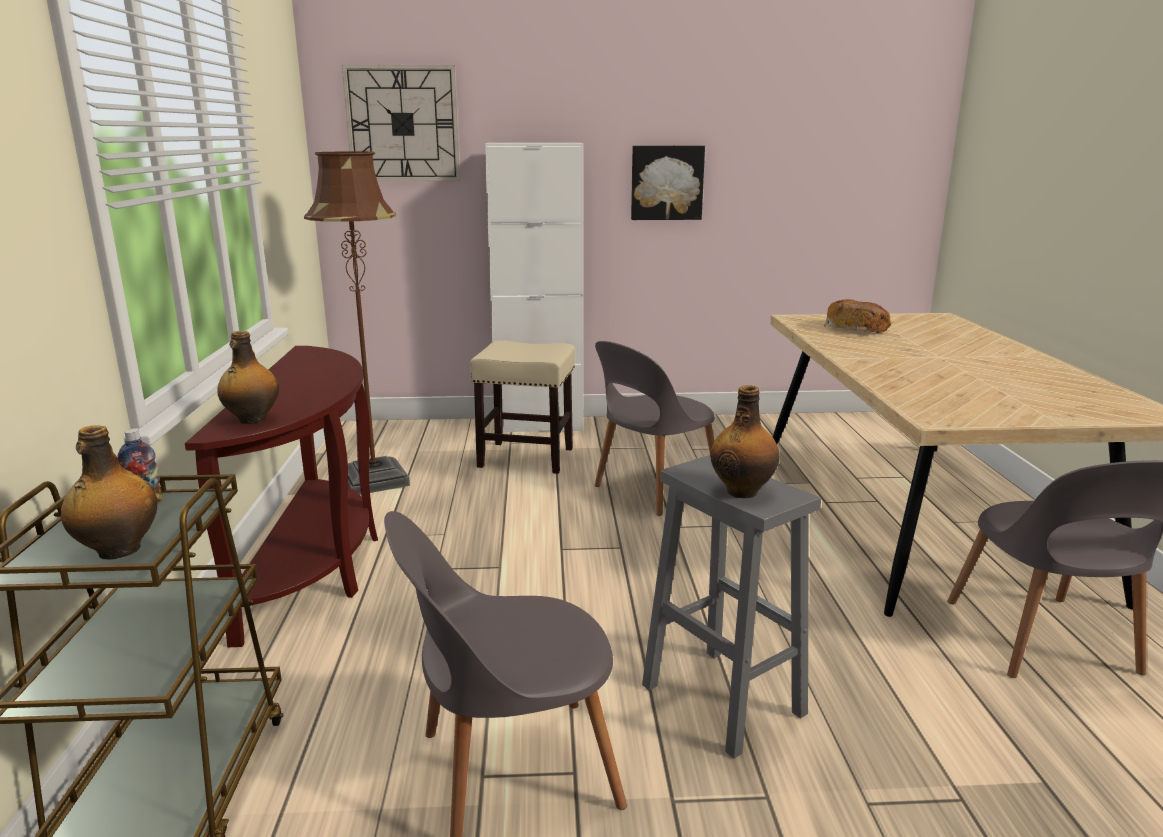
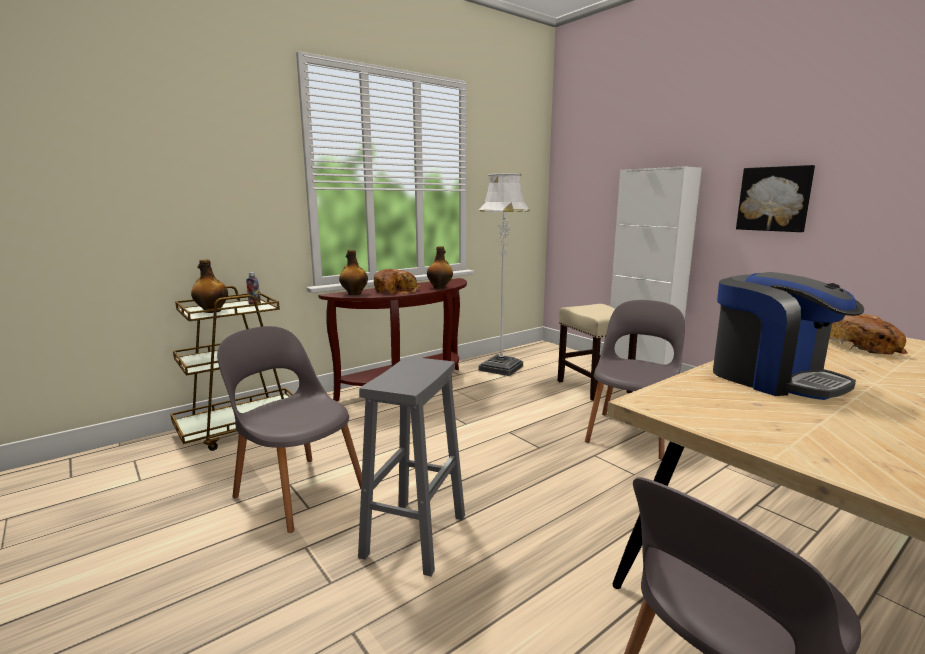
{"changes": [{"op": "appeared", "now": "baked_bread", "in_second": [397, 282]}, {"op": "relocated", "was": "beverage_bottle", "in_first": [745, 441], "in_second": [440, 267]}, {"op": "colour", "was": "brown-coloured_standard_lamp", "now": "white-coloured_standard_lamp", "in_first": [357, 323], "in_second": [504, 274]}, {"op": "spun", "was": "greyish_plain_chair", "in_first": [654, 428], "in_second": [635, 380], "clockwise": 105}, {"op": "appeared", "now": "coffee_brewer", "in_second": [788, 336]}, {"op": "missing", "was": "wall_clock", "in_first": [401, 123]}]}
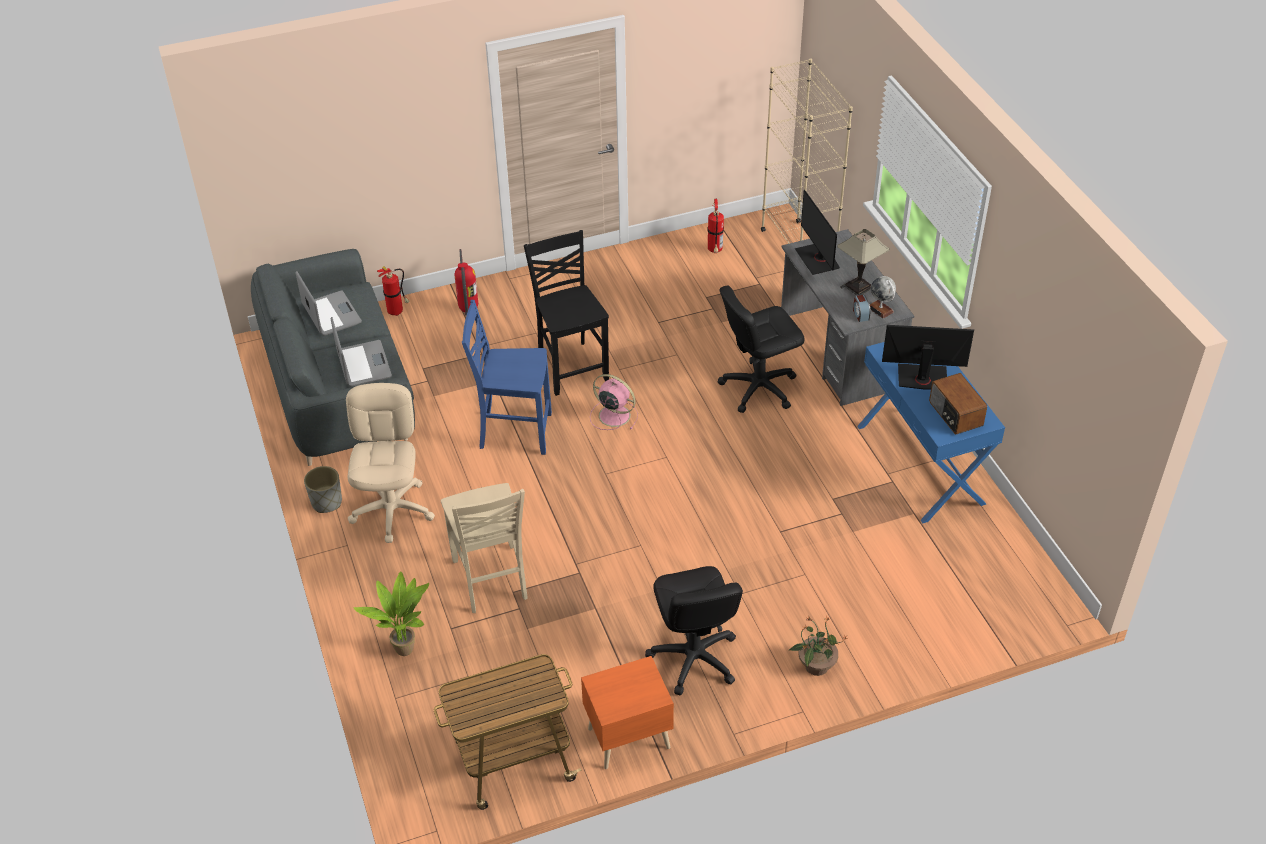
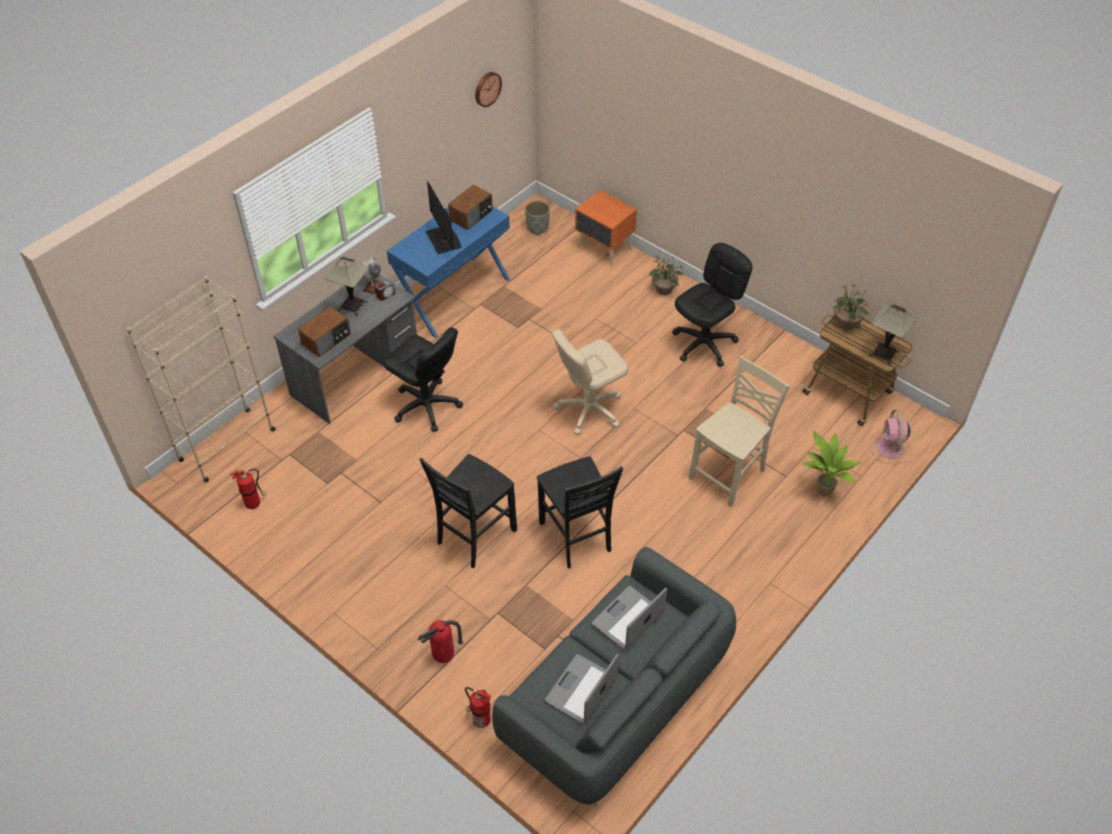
{"changes": [{"op": "exchanged", "was": "monitor", "now": "radio_receiver", "in_first": [817, 232], "in_second": [324, 332]}, {"op": "appeared", "now": "wall_clock", "in_second": [488, 89]}, {"op": "relocated", "was": "greyish_planter", "in_first": [323, 489], "in_second": [537, 218]}, {"op": "colour", "was": "blue_plain_chair", "now": "black-coloured_plain_chair", "in_first": [507, 377], "in_second": [580, 512]}, {"op": "relocated", "was": "beige_computer_chair", "in_first": [390, 463], "in_second": [590, 382]}, {"op": "relocated", "was": "orangey_bedside_table", "in_first": [627, 712], "in_second": [606, 228]}, {"op": "appeared", "now": "houseplant", "in_second": [852, 306]}, {"op": "appeared", "now": "table_lamp", "in_second": [892, 334]}, {"op": "relocated", "was": "pink_fan", "in_first": [614, 402], "in_second": [891, 437]}]}
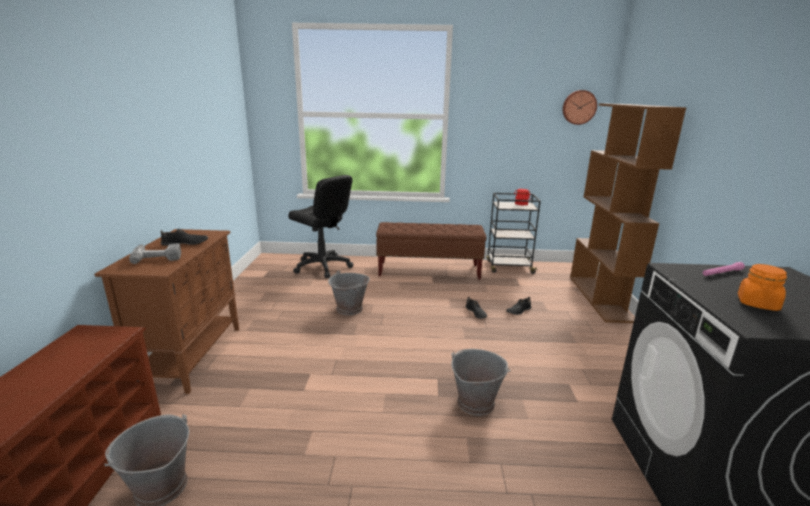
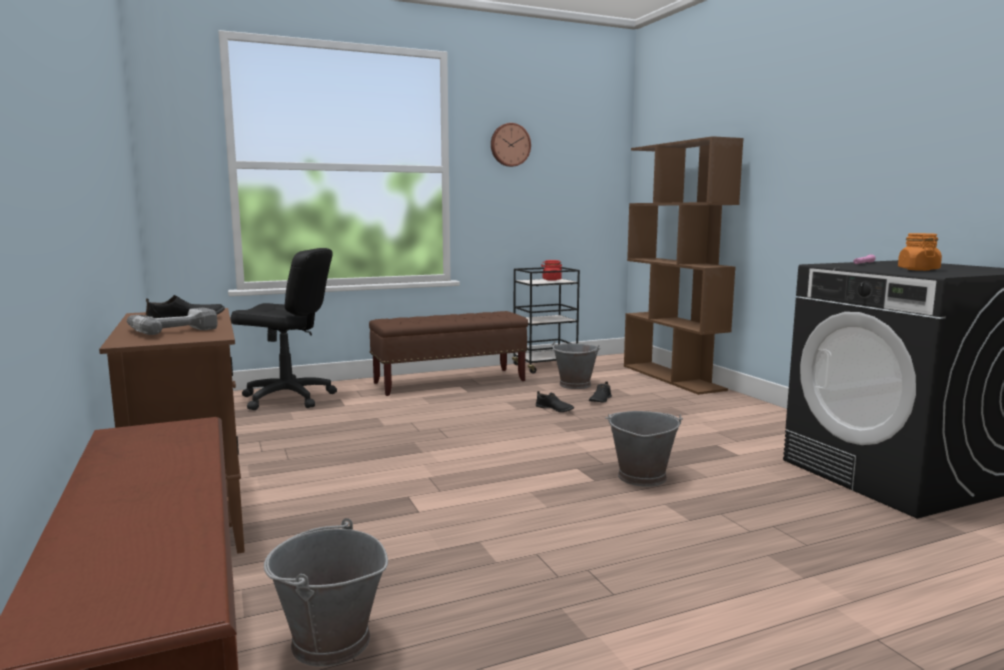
{"changes": [{"op": "relocated", "was": "wall_clock", "in_first": [580, 107], "in_second": [511, 145]}, {"op": "relocated", "was": "greyish_pail", "in_first": [349, 292], "in_second": [576, 365]}]}
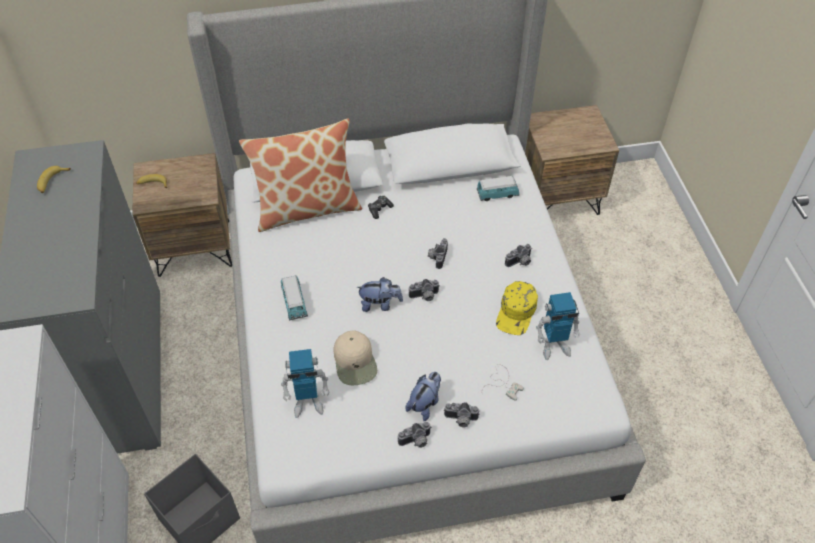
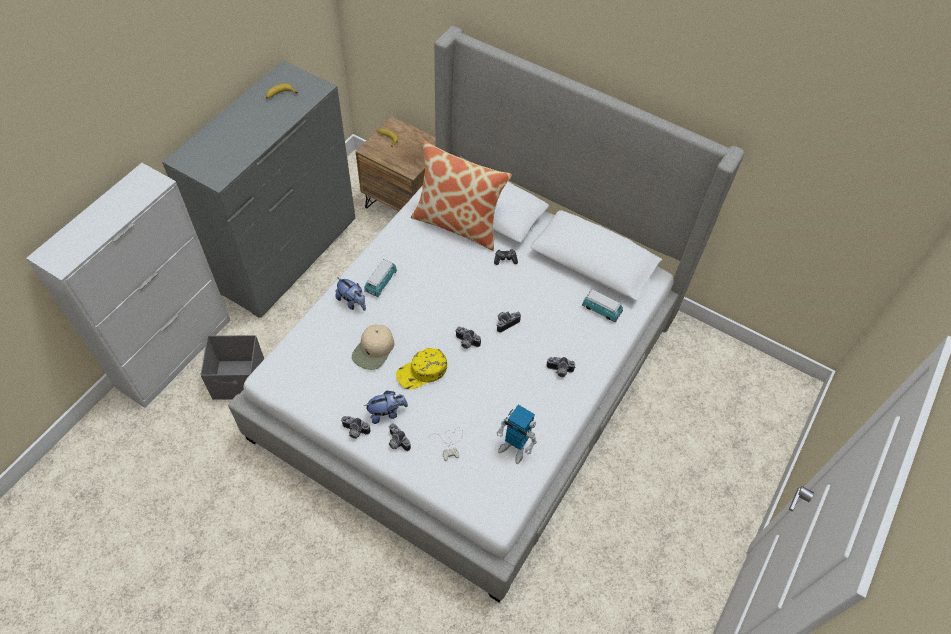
{"changes": [{"op": "relocated", "was": "soft_toy", "in_first": [379, 294], "in_second": [350, 294]}, {"op": "relocated", "was": "yellowish_baseball_cap", "in_first": [517, 308], "in_second": [421, 369]}, {"op": "missing", "was": "robot_figure", "in_first": [305, 383]}, {"op": "missing", "was": "brown-coloured_bedside_table", "in_first": [572, 160]}]}
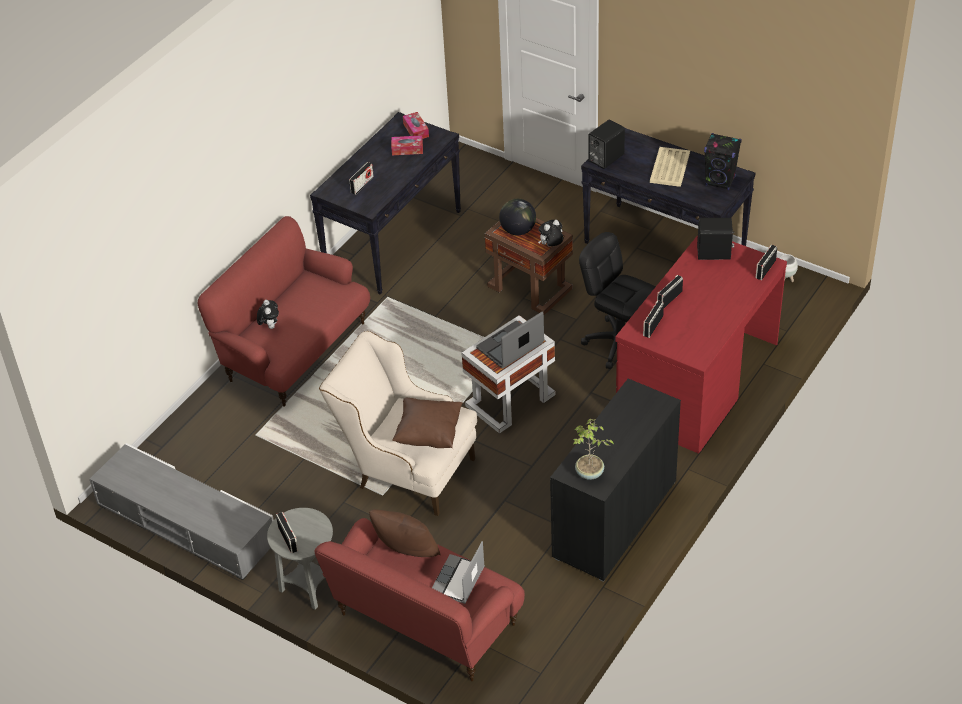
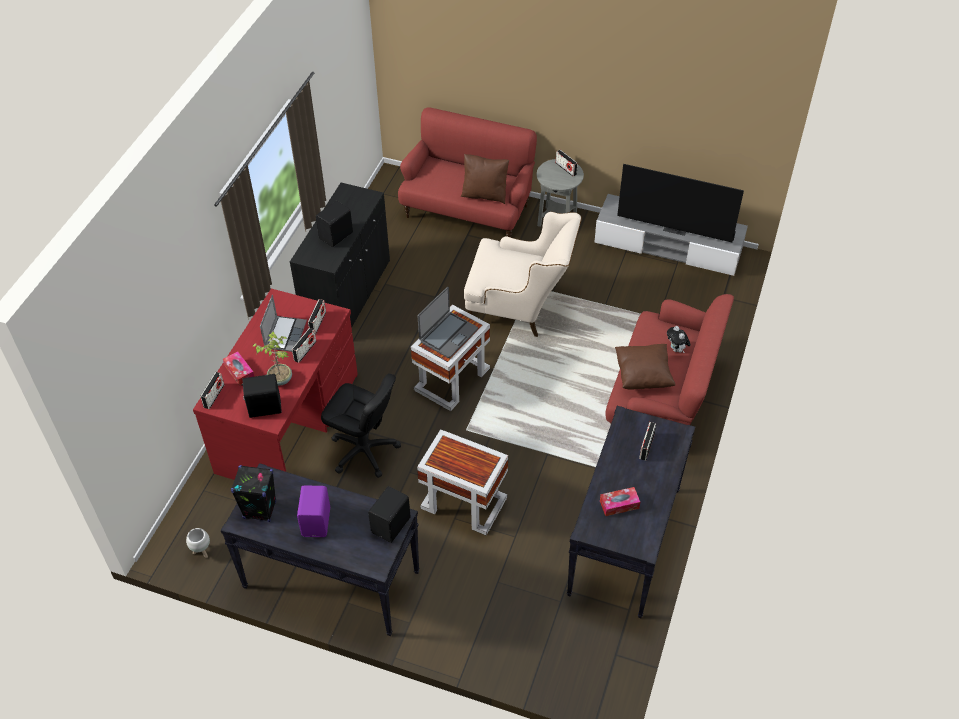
{"changes": [{"op": "relocated", "was": "tissue_holder", "in_first": [416, 125], "in_second": [239, 369]}, {"op": "relocated", "was": "houseplant", "in_first": [593, 449], "in_second": [272, 359]}, {"op": "relocated", "was": "laptop", "in_first": [458, 572], "in_second": [283, 323]}, {"op": "exchanged", "was": "beige_tray", "now": "purple-coloured_audio_speaker", "in_first": [670, 167], "in_second": [313, 511]}, {"op": "appeared", "now": "black-coloured_audio_speaker", "in_second": [334, 224]}, {"op": "colour", "was": "brown-coloured_accent_table", "now": "white-coloured_accent_table", "in_first": [529, 266], "in_second": [462, 482]}, {"op": "relocated", "was": "brown-coloured_cushion", "in_first": [427, 423], "in_second": [645, 366]}, {"op": "appeared", "now": "television", "in_second": [680, 203]}, {"op": "missing", "was": "desk_globe", "in_first": [517, 217]}, {"op": "missing", "was": "soft_toy", "in_first": [551, 233]}]}
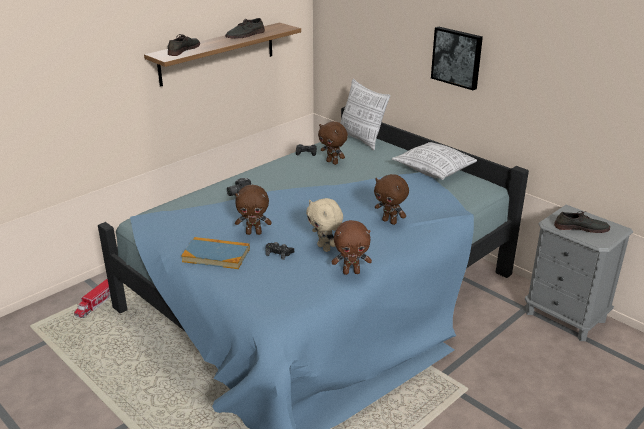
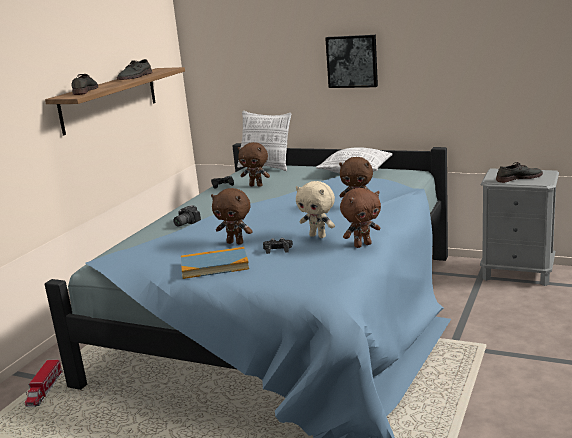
{"changes": [{"op": "spun", "was": "brown-coloured_soft_toy", "in_first": [253, 210], "in_second": [232, 216], "clockwise": 45}]}
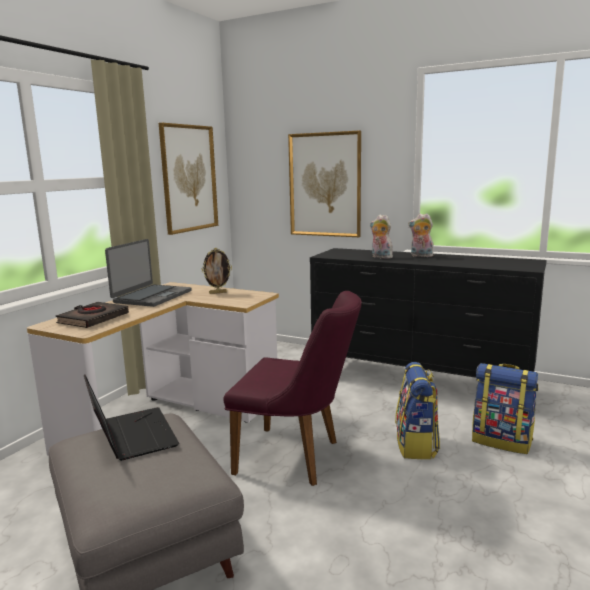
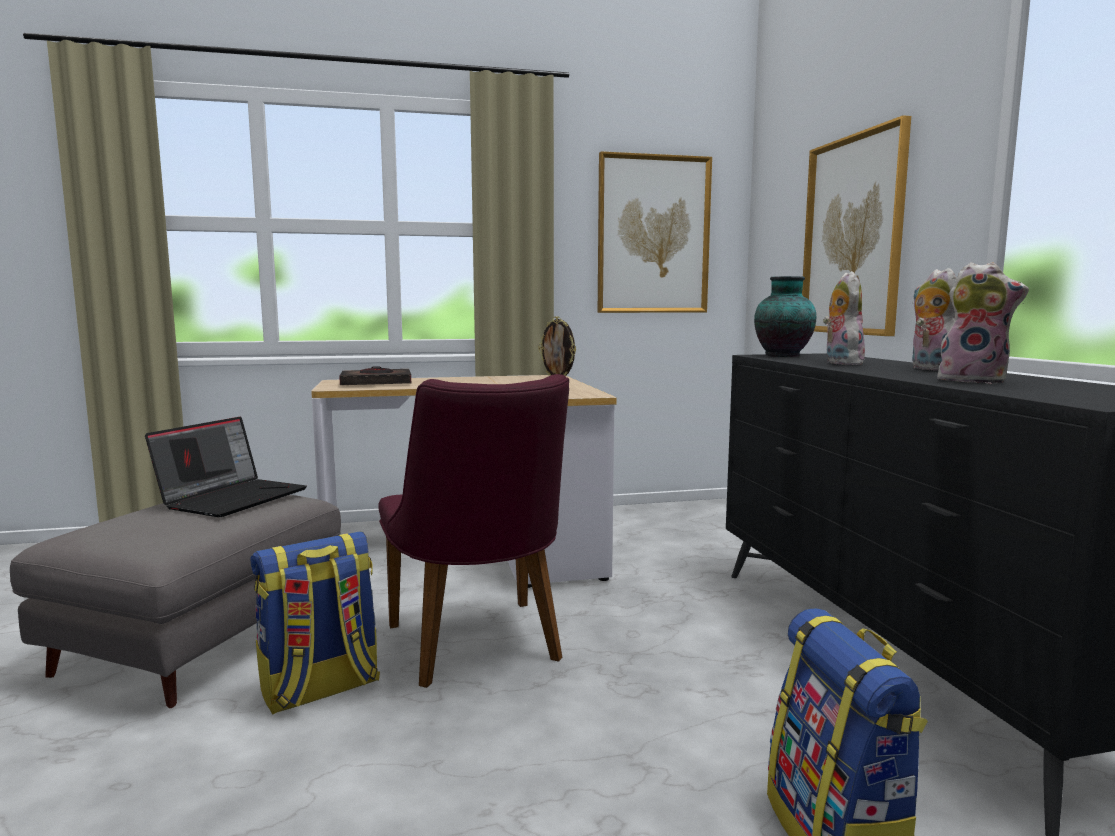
{"changes": [{"op": "relocated", "was": "backpack", "in_first": [417, 410], "in_second": [315, 623]}, {"op": "appeared", "now": "vase", "in_second": [785, 316]}, {"op": "appeared", "now": "soft_toy", "in_second": [983, 322]}, {"op": "missing", "was": "laptop", "in_first": [148, 273]}]}
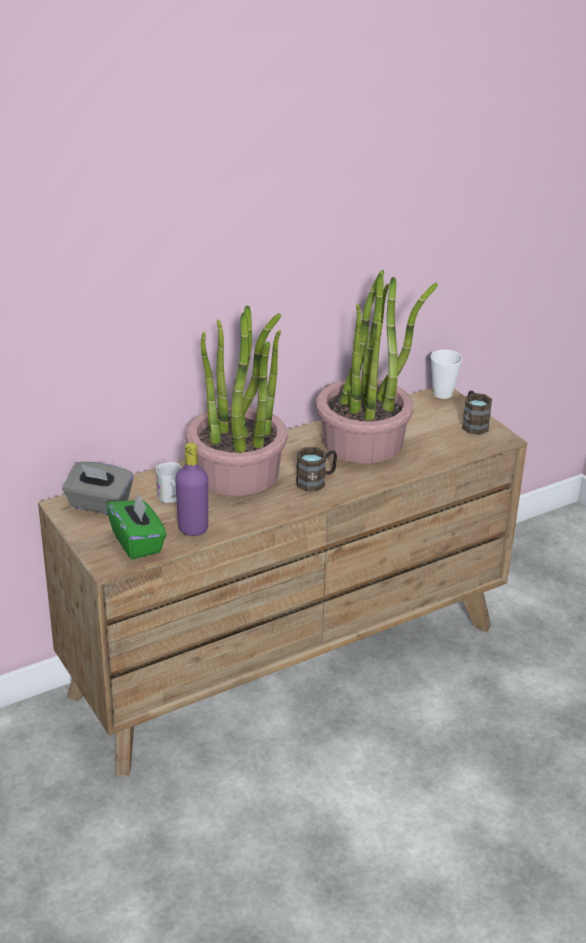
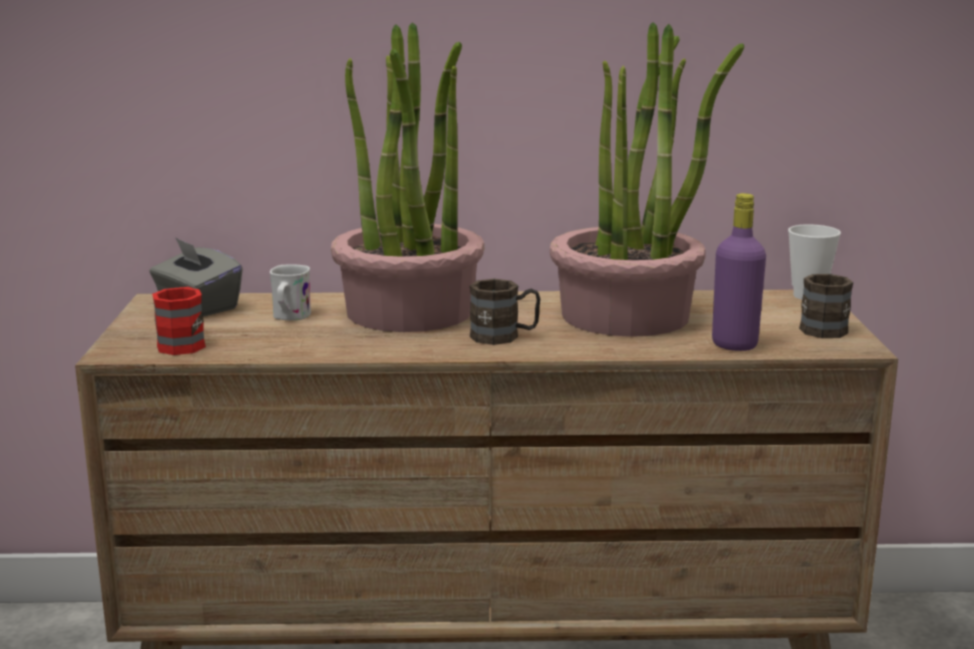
{"changes": [{"op": "exchanged", "was": "green_tissue_holder", "now": "reddish_coffee_mug", "in_first": [136, 526], "in_second": [179, 321]}, {"op": "relocated", "was": "purple-coloured_beverage_bottle", "in_first": [191, 489], "in_second": [739, 272]}]}
